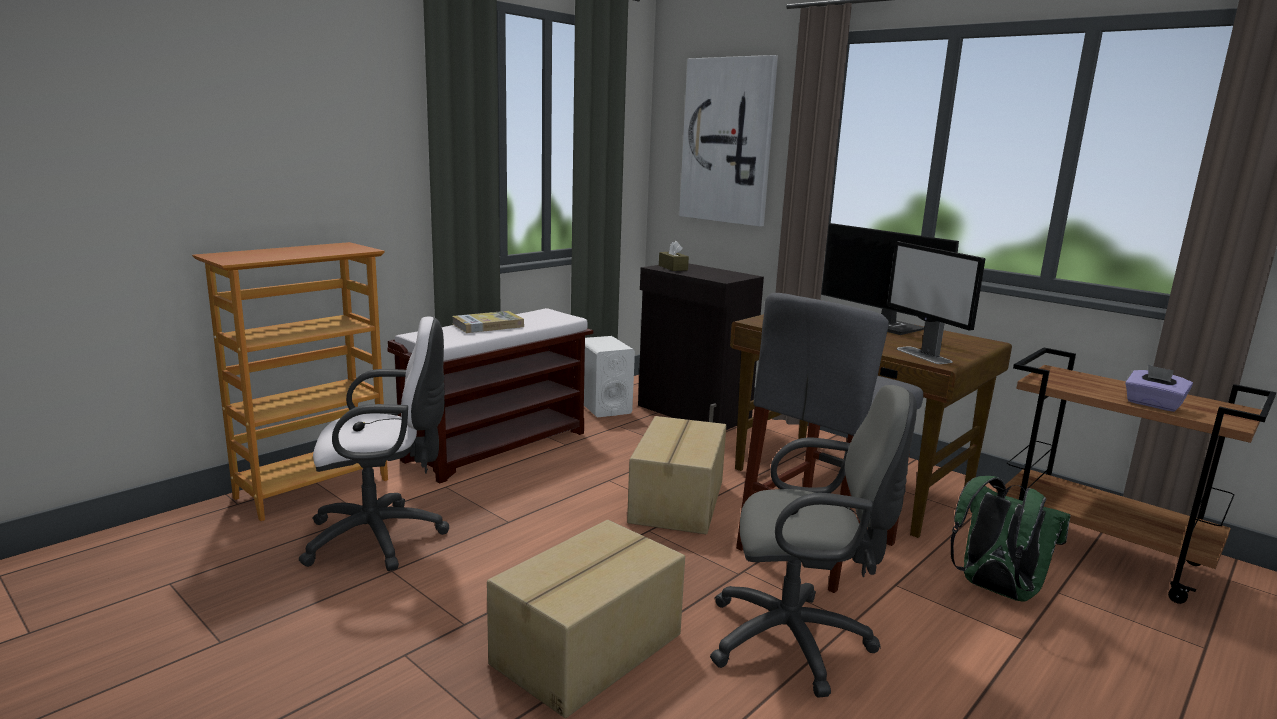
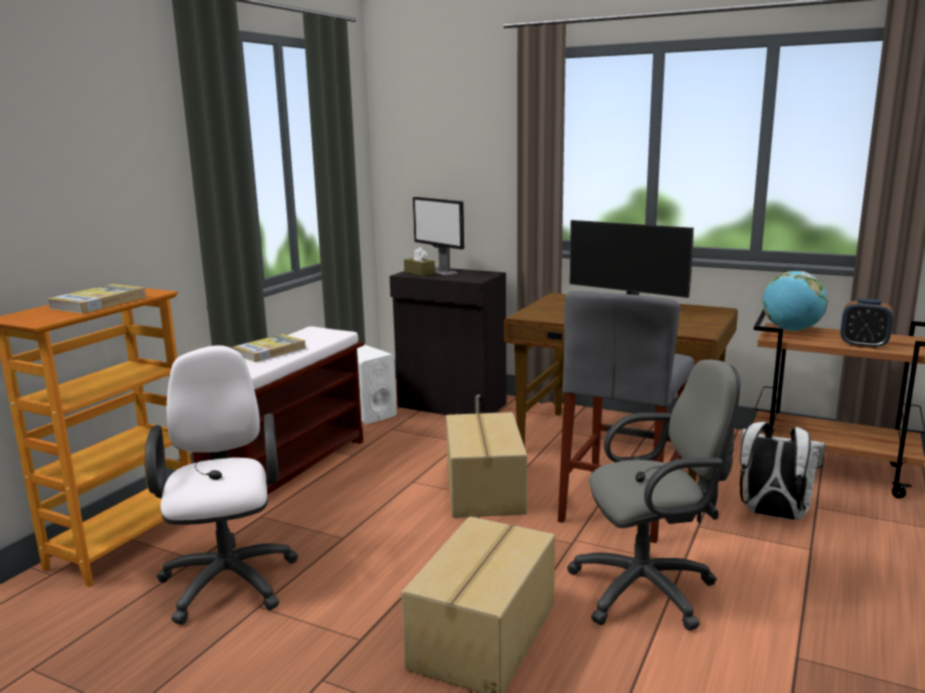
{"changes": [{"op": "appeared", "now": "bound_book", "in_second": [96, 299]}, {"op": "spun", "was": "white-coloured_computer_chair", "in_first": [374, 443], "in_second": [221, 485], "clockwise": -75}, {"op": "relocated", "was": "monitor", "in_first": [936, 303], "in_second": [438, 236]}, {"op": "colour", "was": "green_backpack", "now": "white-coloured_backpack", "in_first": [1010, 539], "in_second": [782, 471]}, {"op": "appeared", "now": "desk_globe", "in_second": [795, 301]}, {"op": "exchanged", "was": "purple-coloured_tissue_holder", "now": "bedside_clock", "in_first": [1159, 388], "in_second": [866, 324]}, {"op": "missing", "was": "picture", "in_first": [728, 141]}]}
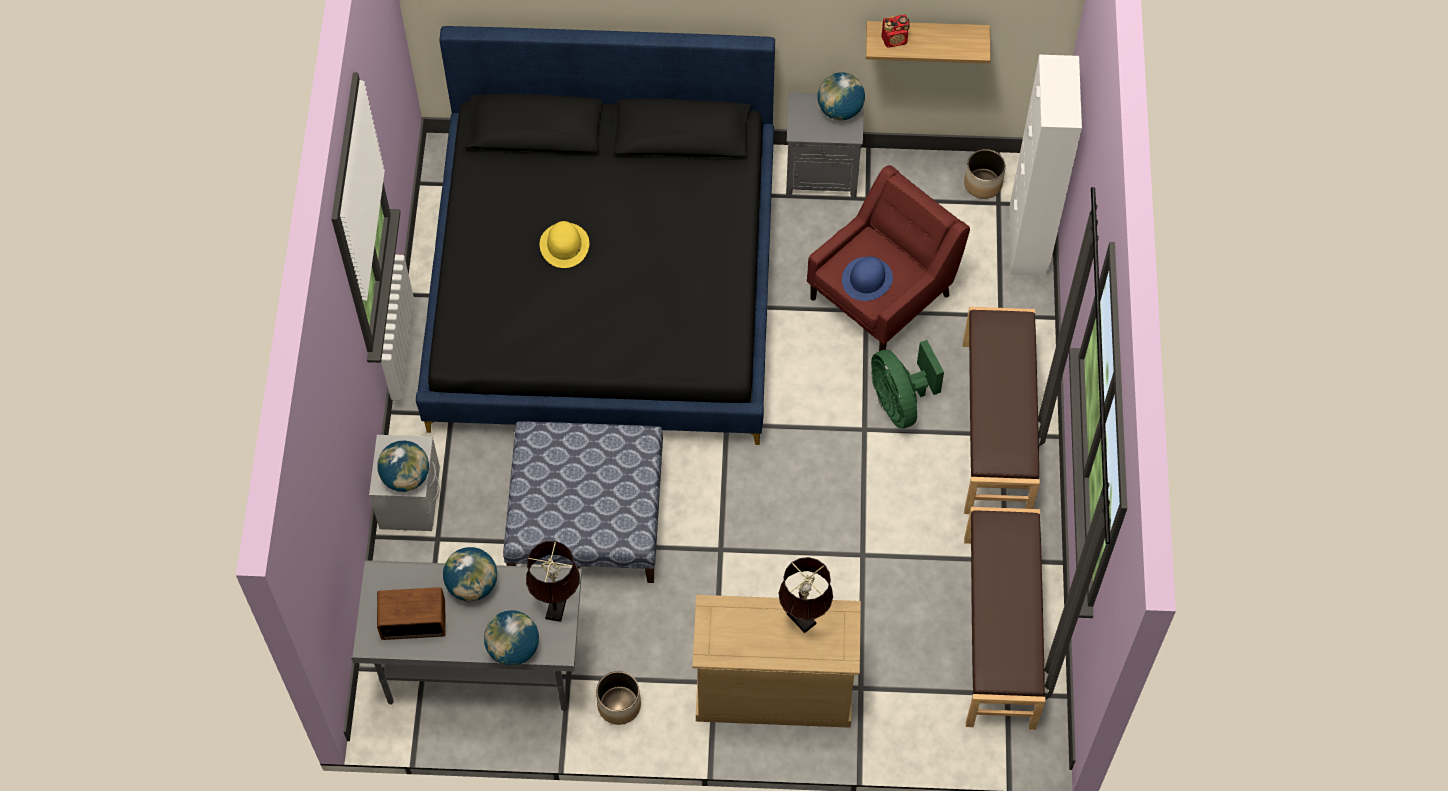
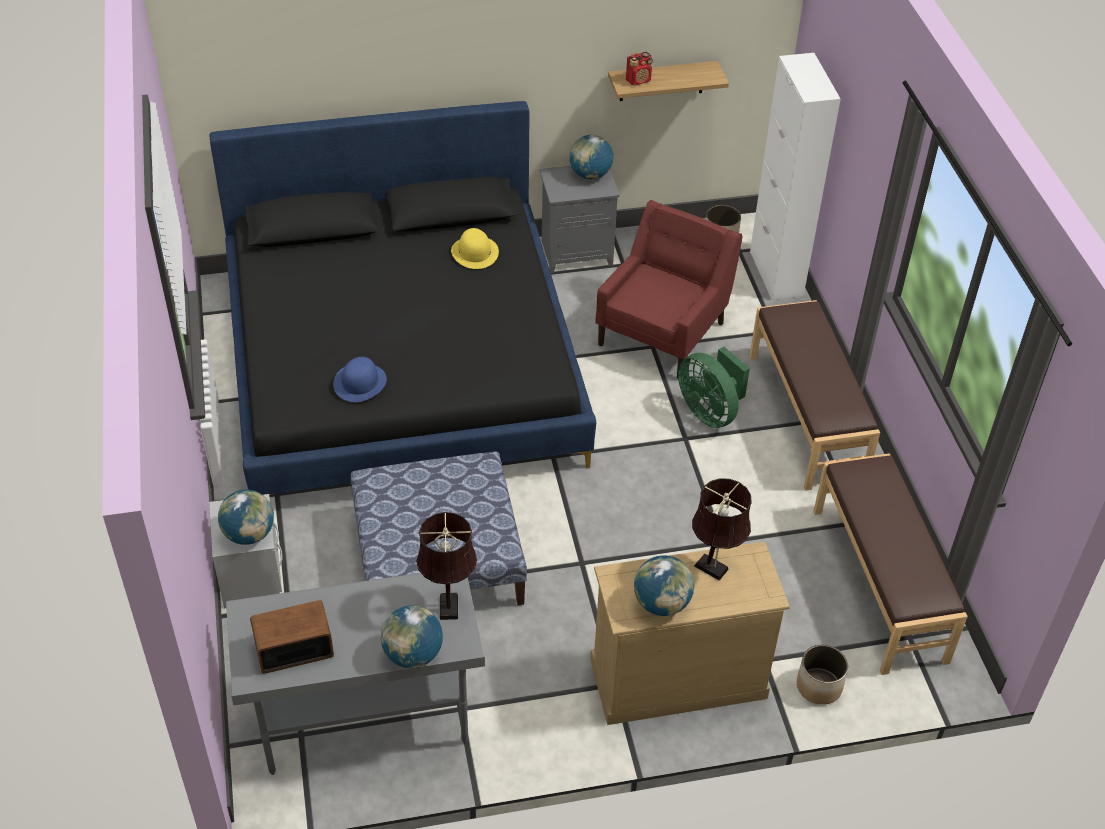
{"changes": [{"op": "relocated", "was": "blue_wearable_hat", "in_first": [867, 279], "in_second": [360, 379]}, {"op": "relocated", "was": "yellowish_wearable_hat", "in_first": [564, 244], "in_second": [475, 248]}, {"op": "relocated", "was": "desk_globe", "in_first": [470, 574], "in_second": [664, 585]}, {"op": "relocated", "was": "planter", "in_first": [618, 698], "in_second": [822, 675]}]}
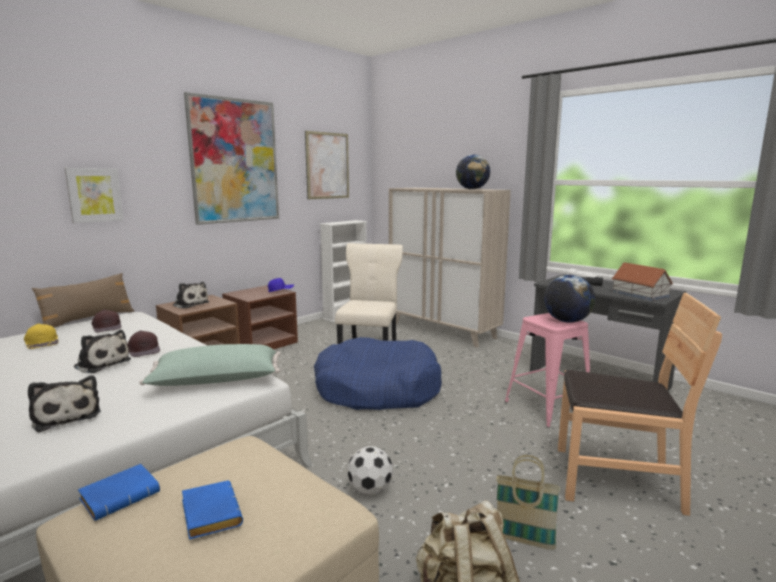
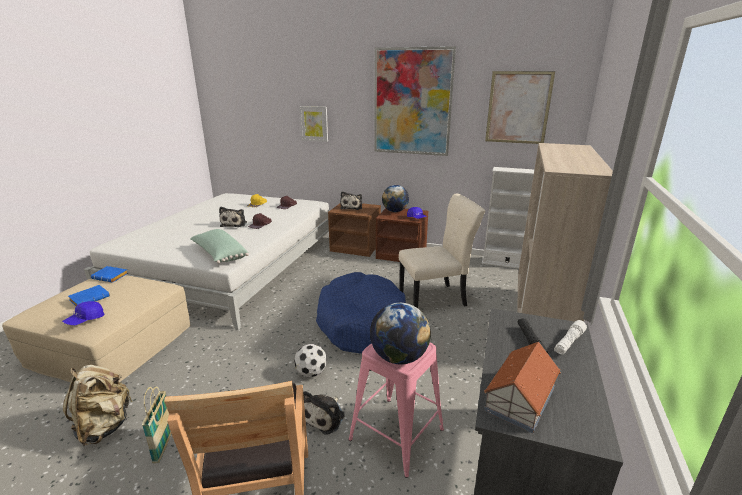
{"changes": [{"op": "appeared", "now": "blue_baseball_cap", "in_second": [83, 313]}, {"op": "relocated", "was": "football_ball", "in_first": [370, 470], "in_second": [310, 360]}, {"op": "relocated", "was": "soft_toy", "in_first": [64, 403], "in_second": [324, 413]}, {"op": "relocated", "was": "desk_globe", "in_first": [473, 172], "in_second": [395, 198]}, {"op": "missing", "was": "brown-coloured_cushion", "in_first": [83, 300]}]}
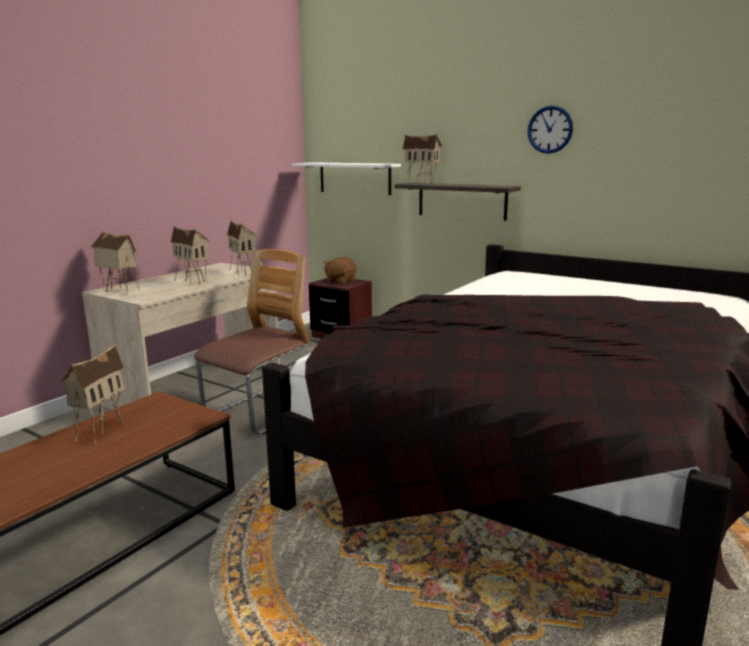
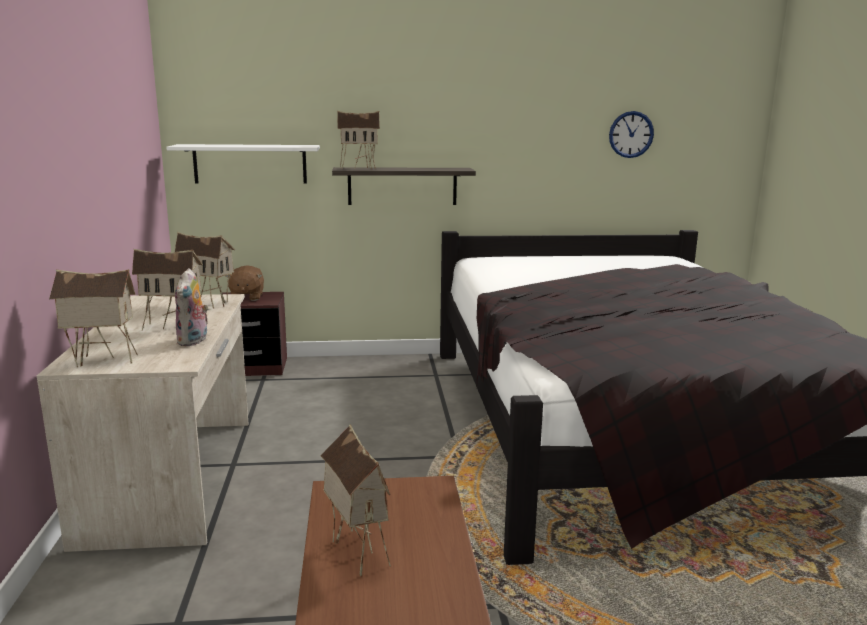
{"changes": [{"op": "appeared", "now": "soft_toy", "in_second": [192, 307]}, {"op": "relocated", "was": "wall_clock", "in_first": [550, 130], "in_second": [631, 134]}, {"op": "missing", "was": "plain_chair", "in_first": [252, 342]}]}
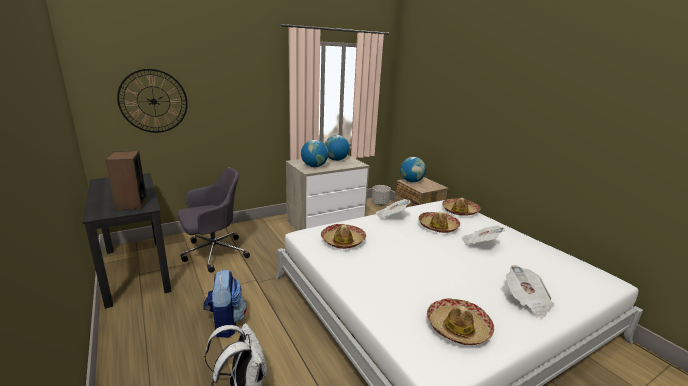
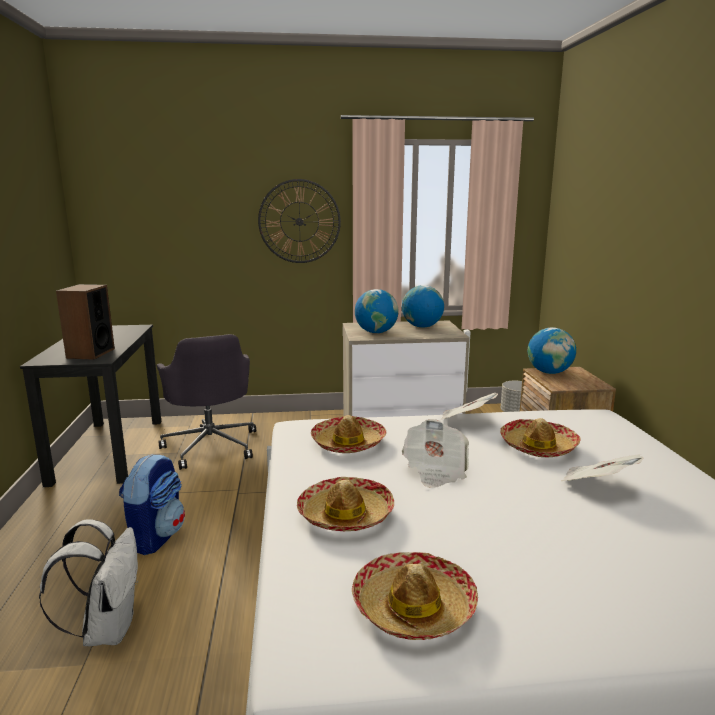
{"changes": [{"op": "spun", "was": "greyish_computer_chair", "in_first": [213, 220], "in_second": [206, 402], "clockwise": 75}, {"op": "relocated", "was": "wall_clock", "in_first": [152, 101], "in_second": [299, 221]}, {"op": "relocated", "was": "wearable_hat", "in_first": [461, 207], "in_second": [345, 504]}, {"op": "relocated", "was": "daily_paper", "in_first": [530, 291], "in_second": [435, 453]}]}
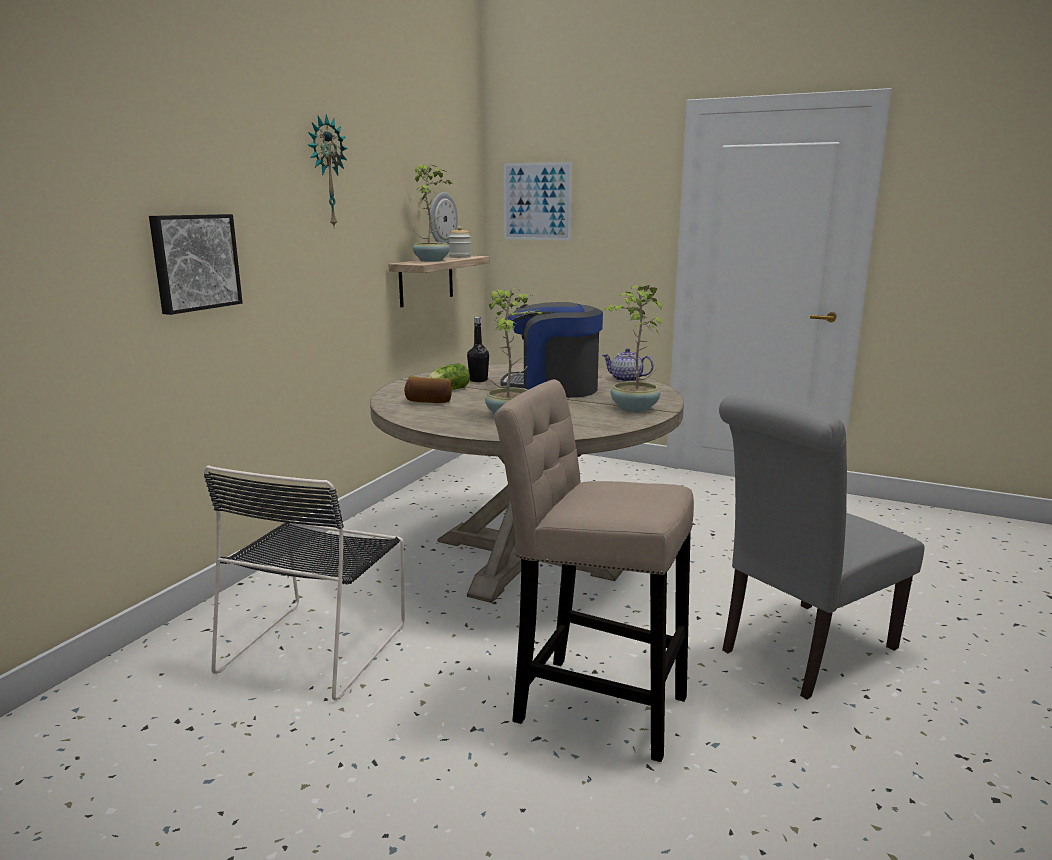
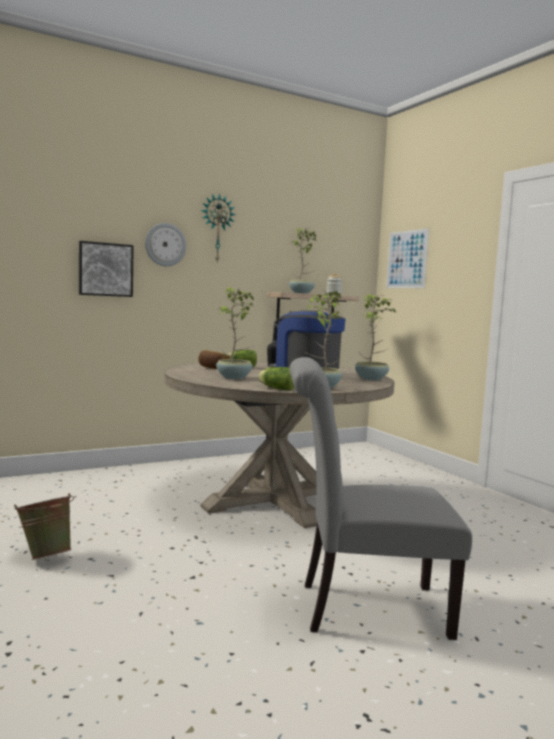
{"changes": [{"op": "appeared", "now": "green_pail", "in_second": [44, 526]}, {"op": "relocated", "was": "wall_clock", "in_first": [444, 218], "in_second": [165, 245]}, {"op": "appeared", "now": "head_of_lettuce", "in_second": [276, 378]}, {"op": "exchanged", "was": "tea_pot", "now": "houseplant", "in_first": [628, 365], "in_second": [375, 337]}, {"op": "missing", "was": "black-coloured_plain_chair", "in_first": [304, 582]}, {"op": "missing", "was": "beige_stool", "in_first": [594, 570]}]}
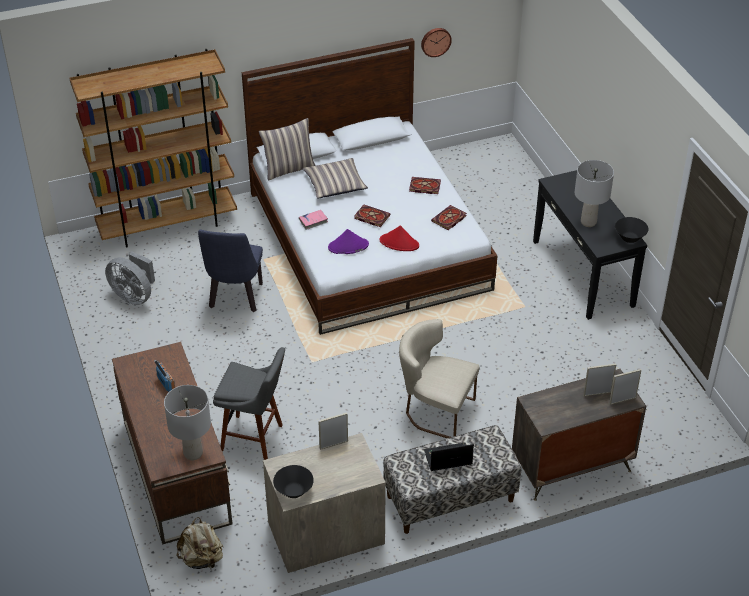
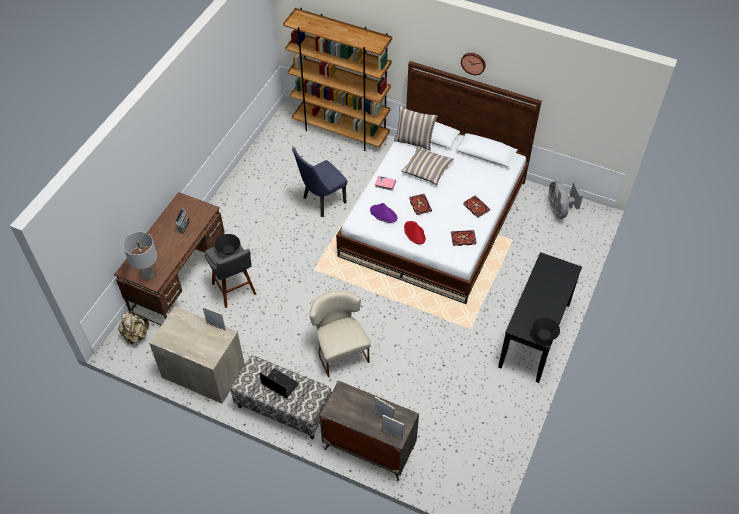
{"changes": [{"op": "relocated", "was": "black-coloured_deep_dish", "in_first": [293, 481], "in_second": [227, 244]}, {"op": "relocated", "was": "wall_clock", "in_first": [436, 42], "in_second": [473, 64]}, {"op": "relocated", "was": "greyish_fan", "in_first": [130, 278], "in_second": [565, 200]}, {"op": "missing", "was": "greyish_table_lamp", "in_first": [594, 193]}]}
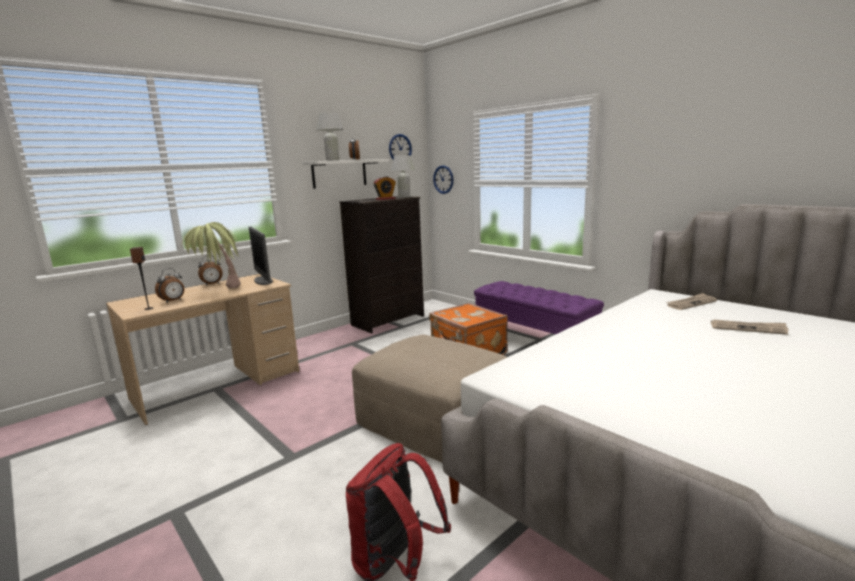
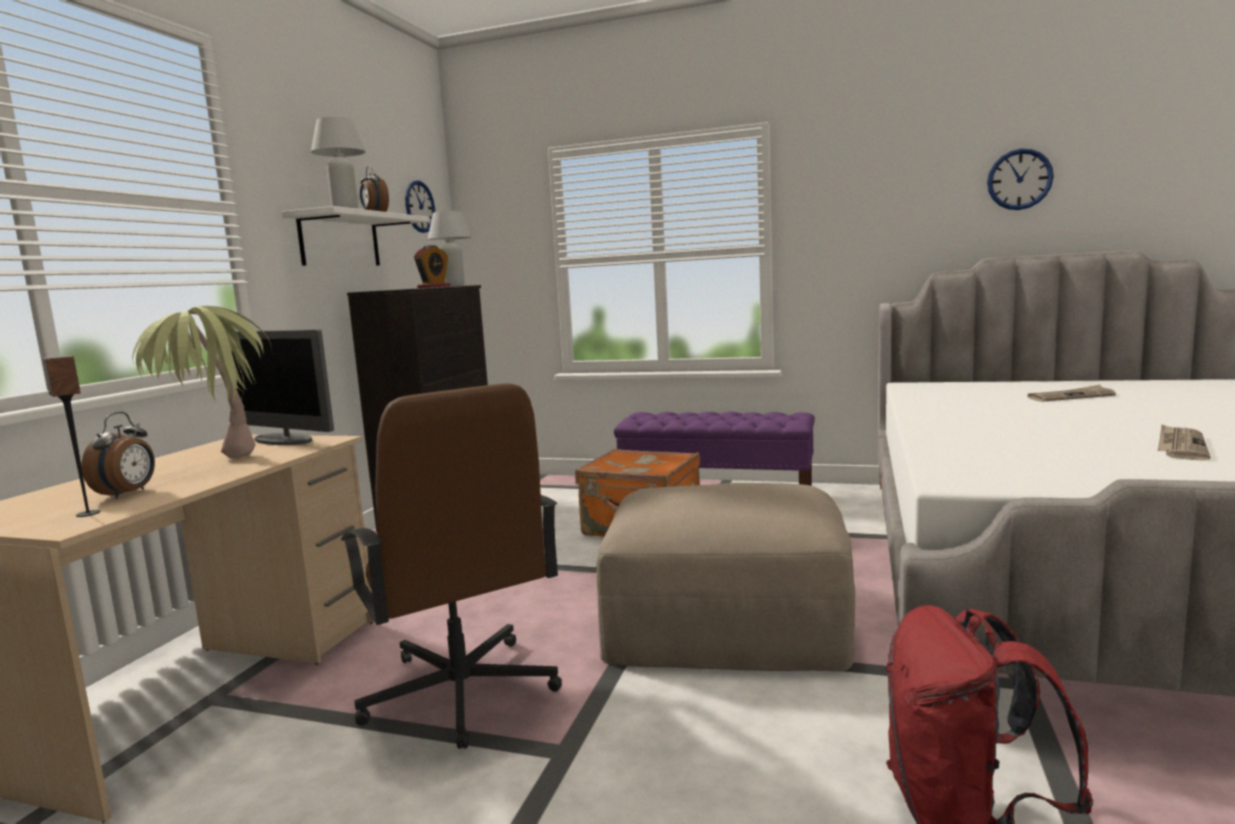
{"changes": [{"op": "appeared", "now": "brown-coloured_computer_chair", "in_second": [451, 566]}, {"op": "relocated", "was": "wall_clock", "in_first": [443, 179], "in_second": [1020, 179]}, {"op": "relocated", "was": "daily_paper", "in_first": [691, 301], "in_second": [1184, 442]}, {"op": "missing", "was": "bedside_clock", "in_first": [210, 270]}]}
